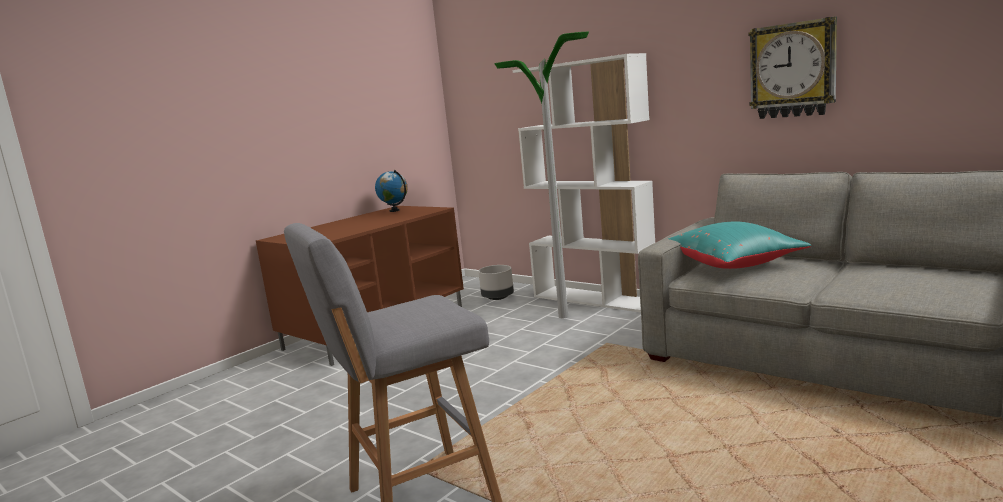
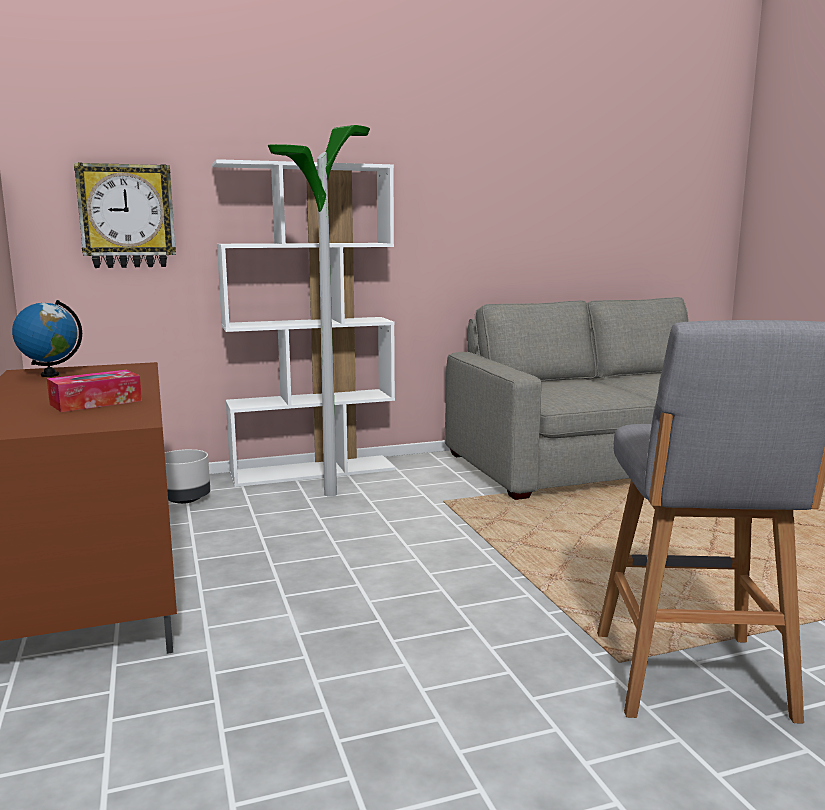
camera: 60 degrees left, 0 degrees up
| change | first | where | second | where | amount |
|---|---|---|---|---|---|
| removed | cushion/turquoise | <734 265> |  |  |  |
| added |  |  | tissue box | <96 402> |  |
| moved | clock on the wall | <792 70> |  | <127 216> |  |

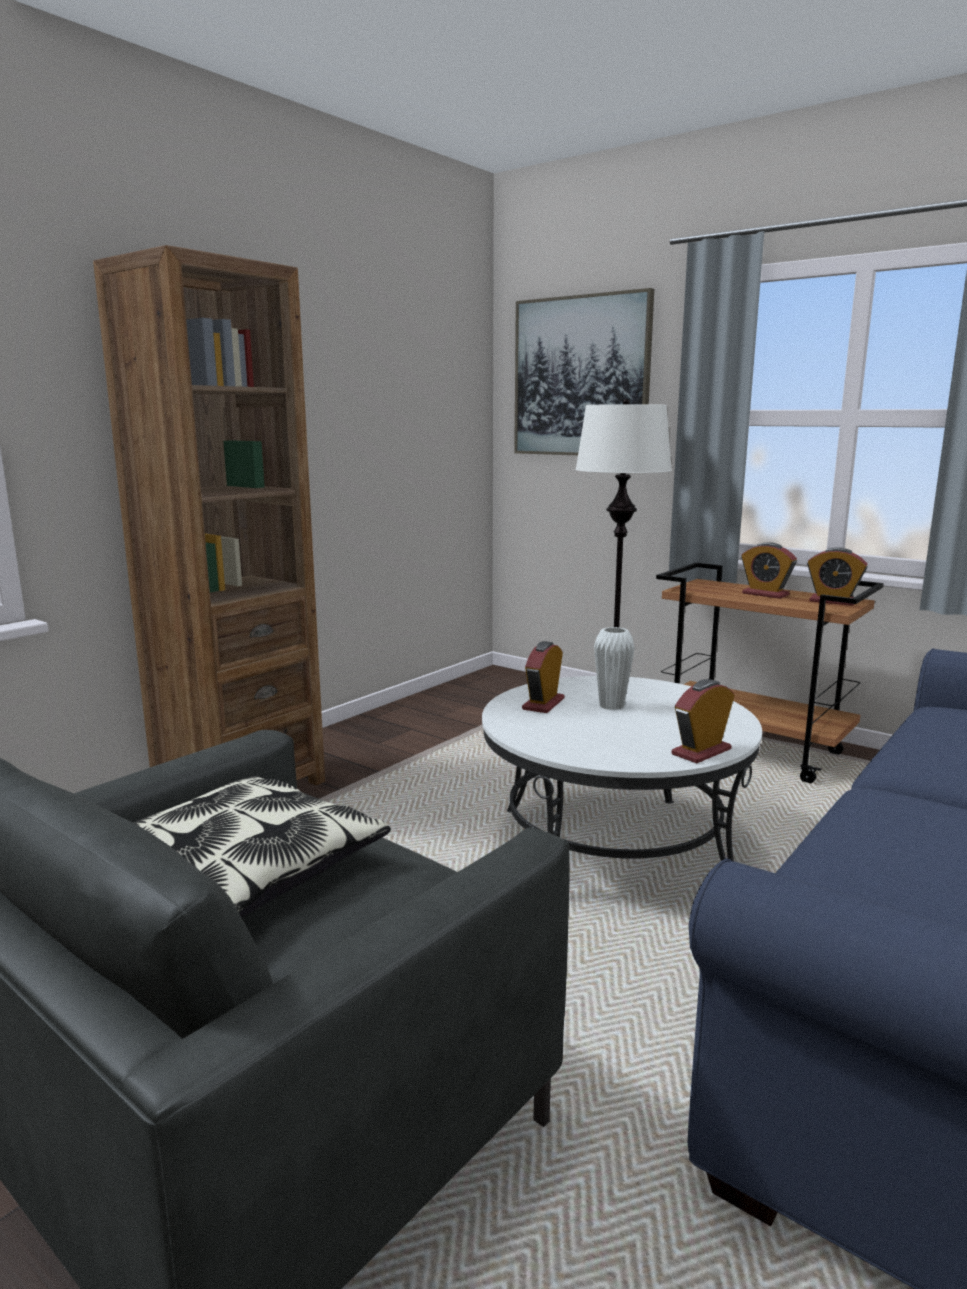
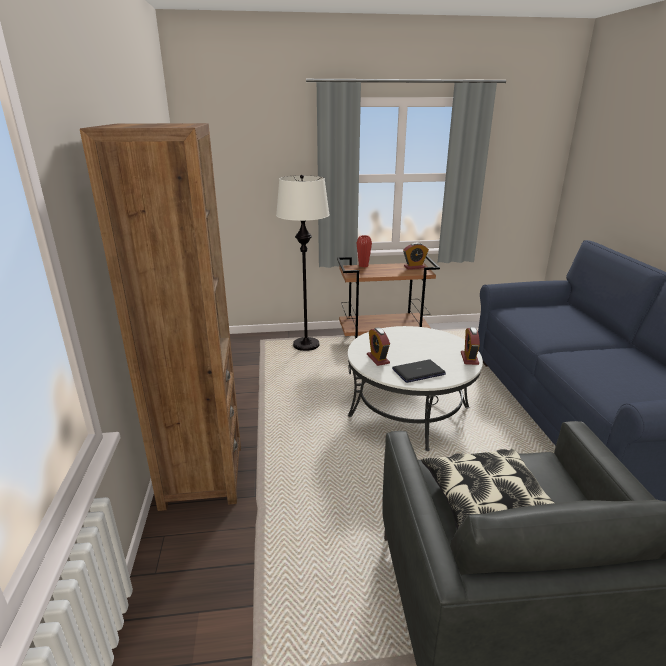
camera: 45 degrees left, 10 degrees up
| change | first | where | second | where | amount |
|---|---|---|---|---|---|
| removed | wall art | <581 377> |  |  |  |
| removed | decorative vase/white-coloured | <611 706> |  |  |  |
| removed | bedside clock | <765 594> |  |  |  |
| added |  |  | decorative vase/red-coloured | <363 266> |  |
| added |  |  | laptop | <418 372> |  |

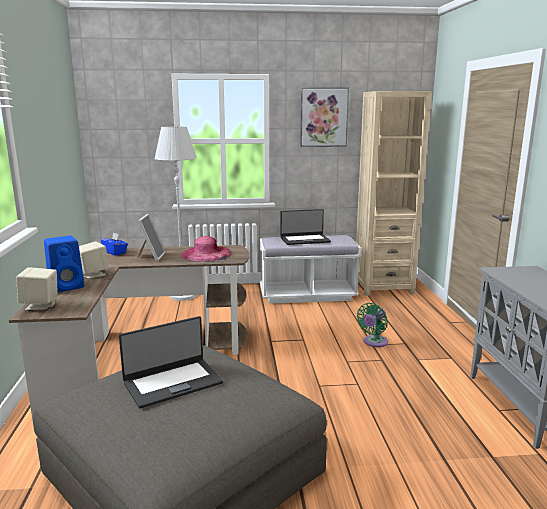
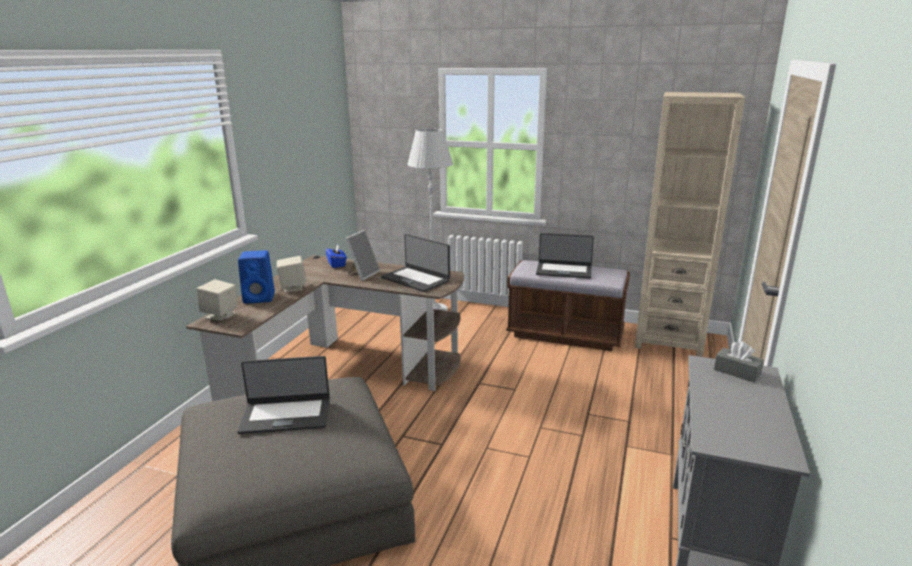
camera: 25 degrees right, 5 degrees up
| change | first | where | second | where | amount |
|---|---|---|---|---|---|
| removed | wall art | <324 117> |  |  |  |
| removed | fan/green-coloured | <374 342> |  |  |  |
| added |  |  | tissue box/greyish | <737 372> |  |
| replaced | wearable hat/pinkish | <206 254> | laptop | <416 279> |  |
| recoloured | bench/white-coloured | <307 295> | bench/brown-coloured | <565 334> |  |

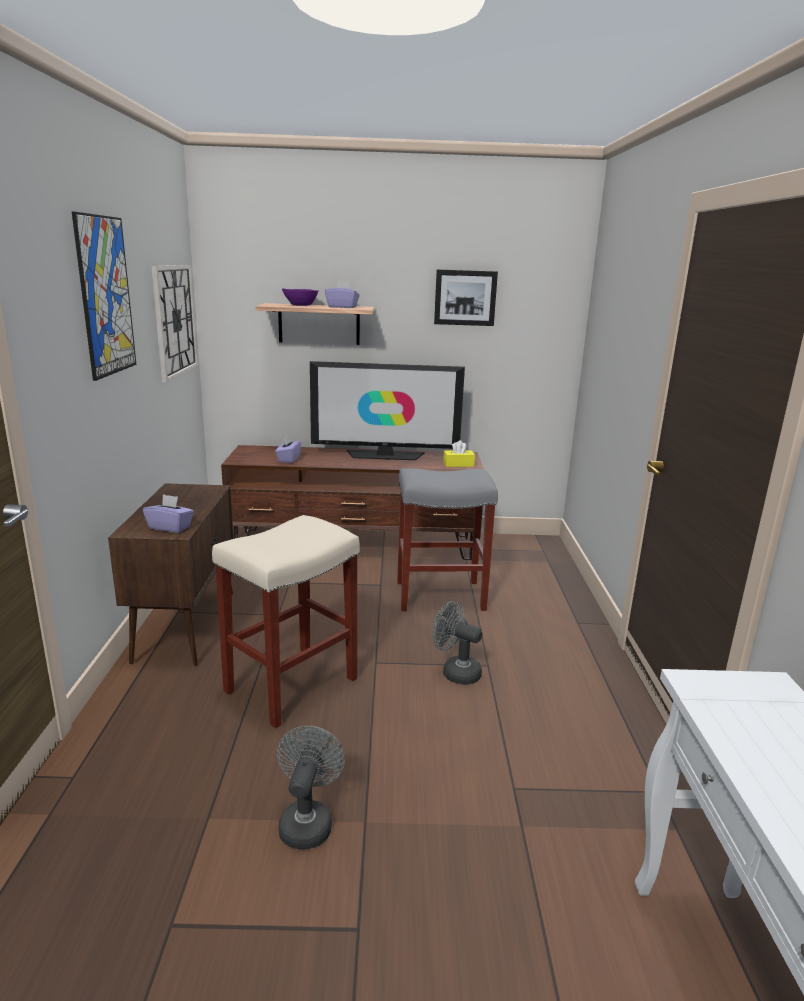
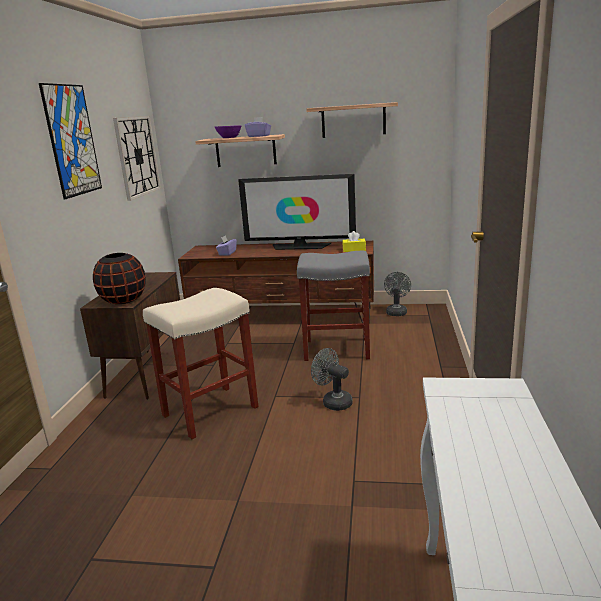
camera: 10 degrees right, 0 degrees up
| change | first | where | second | where | amount |
|---|---|---|---|---|---|
| moved | fan/greyish | <307 821> |  | <396 311> |  |
| replaced | tissue box/purple-coloured | <170 527> | decorative vase/black | <123 300> |  |
| replaced | wall art | <465 297> | bracket shelf | <353 120> |  |

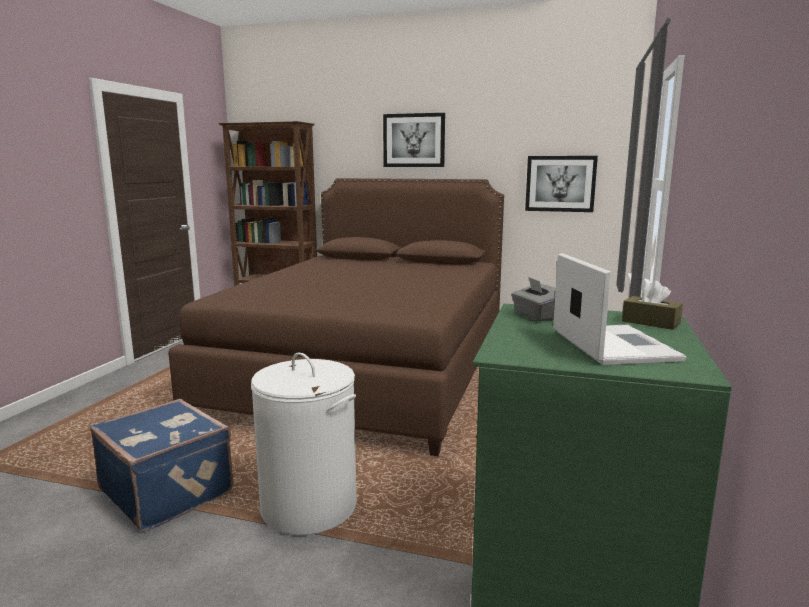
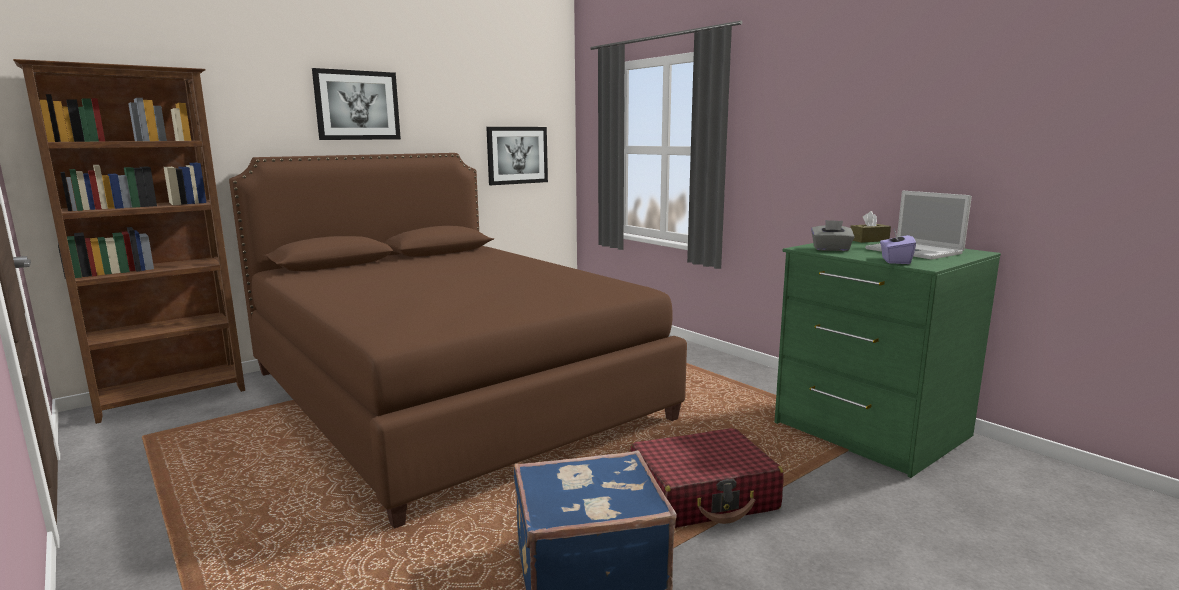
camera: 55 degrees left, 0 degrees up
| change | first | where | second | where | amount |
|---|---|---|---|---|---|
| added |  |  | tissue box/purple-coloured | <895 261> |  |
| replaced | washing basket/white-coloured | <309 506> | piece of luggage/red-coloured | <703 495> |  |
| turned | laptop | <611 345> |  | <915 251> | 150 degrees counterclockwise |

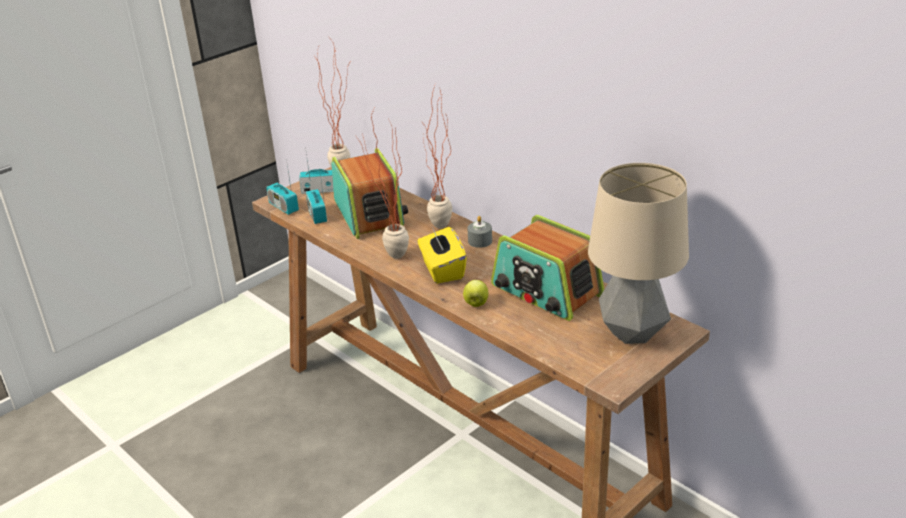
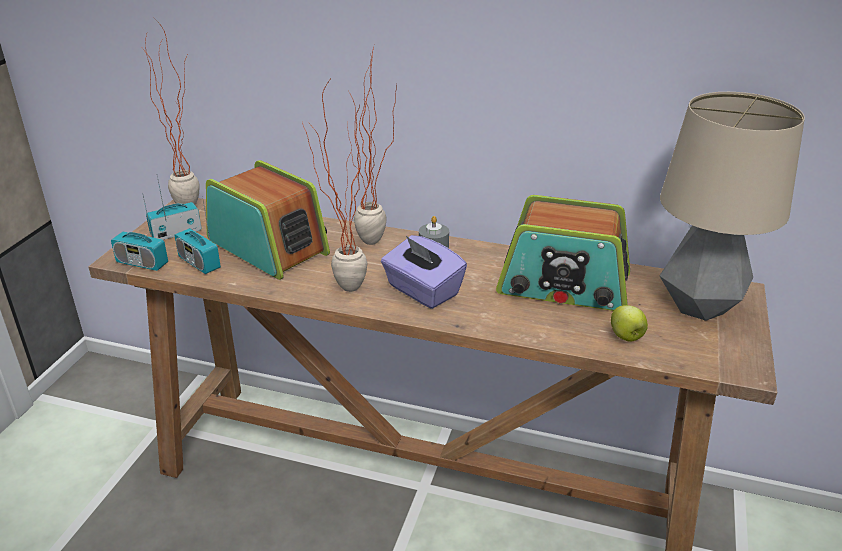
camera: 30 degrees left, 0 degrees up
| change | first | where | second | where | amount |
|---|---|---|---|---|---|
| moved | apple fruit | <476 304> |  | <626 337> |  |
| recoloured | tissue box/yellow-coloured | <442 270> | tissue box/purple-coloured | <422 291> |  |

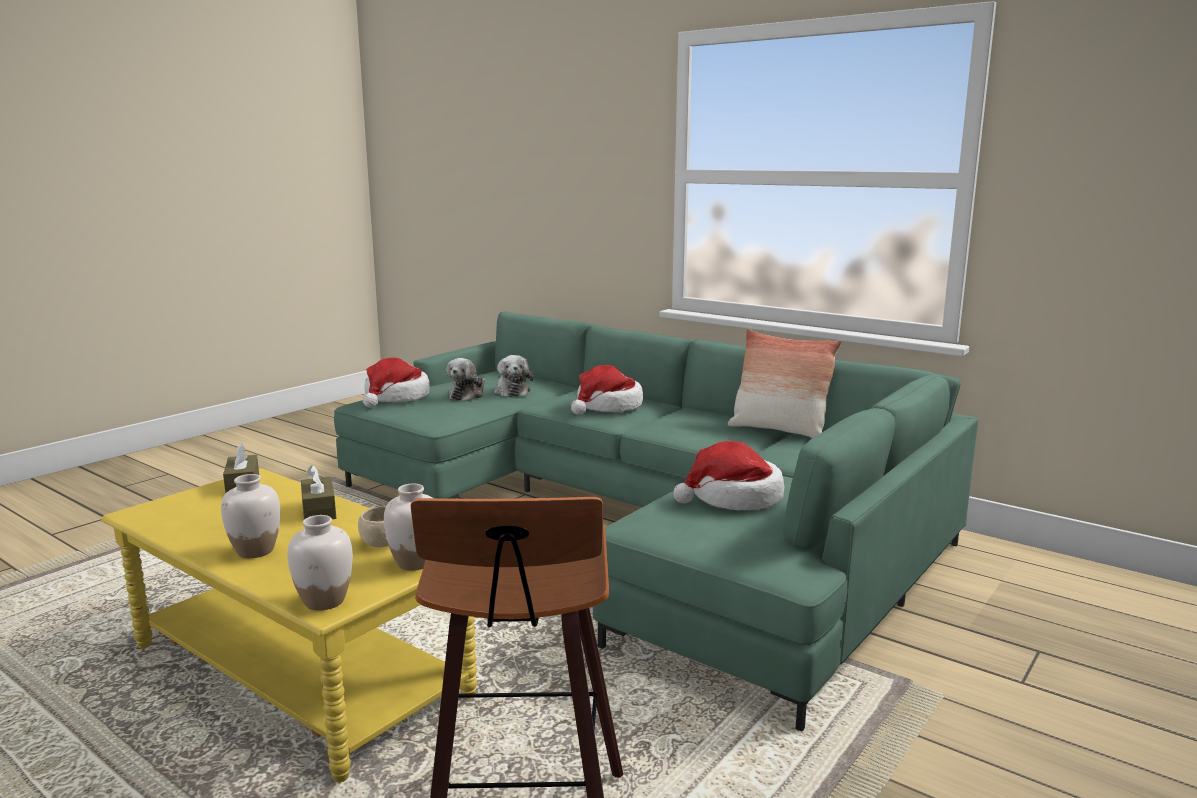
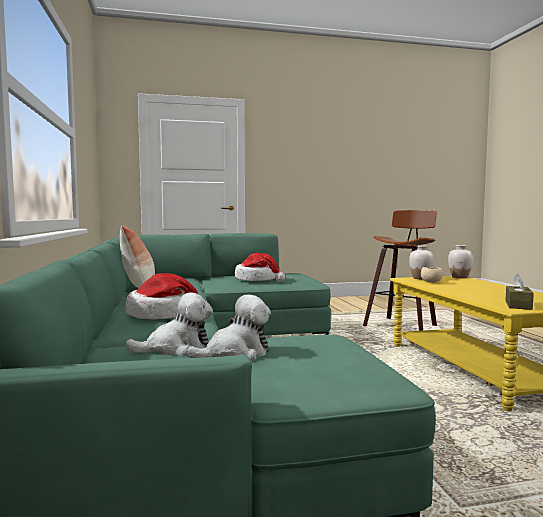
camera: 140 degrees left, 10 degrees down
| change | first | where | second | where | amount |
|---|---|---|---|---|---|
| removed | decorative vase/white-coloured | <255 551> |  |  |  |
| removed | tissue box/brown-coloured | <319 510> |  |  |  |
| removed | wearable hat | <396 398> |  |  |  |
| turned | plush toy | <512 391> |  | <176 349> | 45 degrees clockwise |

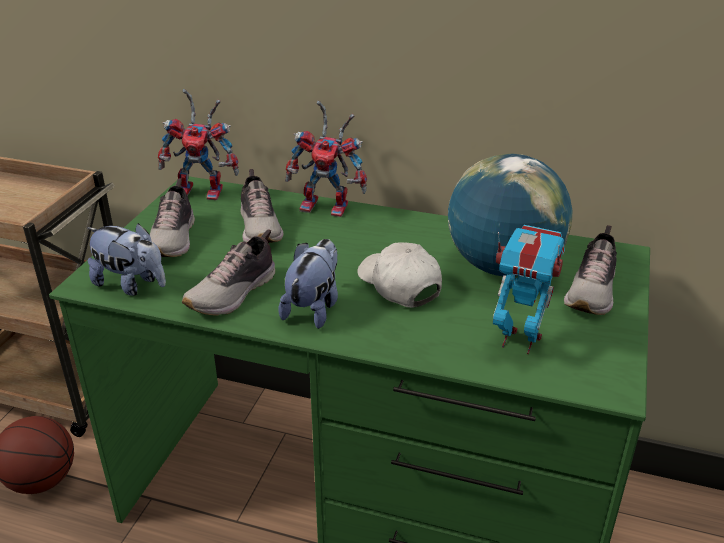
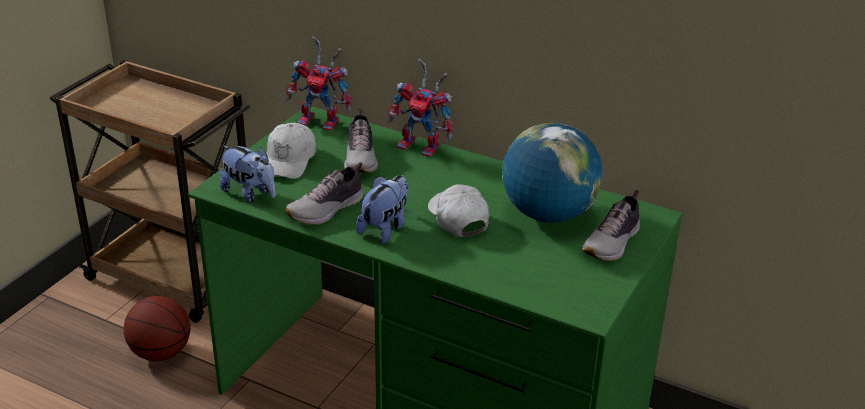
camera: 10 degrees right, 0 degrees up
| change | first | where | second | where | amount |
|---|---|---|---|---|---|
| removed | model robot | <519 340> |  |  |  |
| replaced | item of footwear | <173 239> | cap/white-coloured | <289 160> |  |

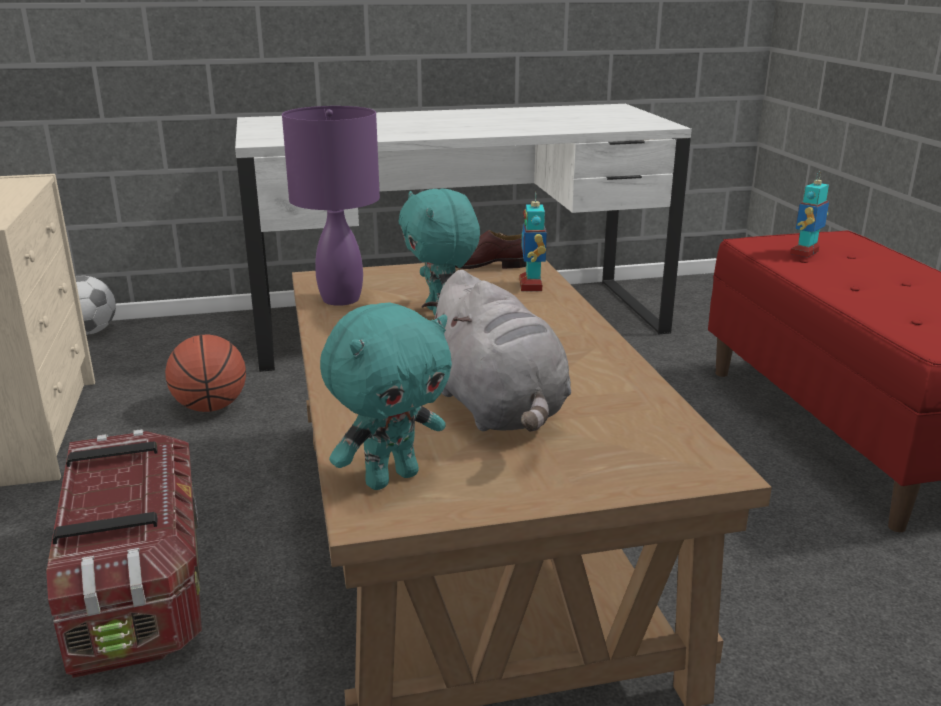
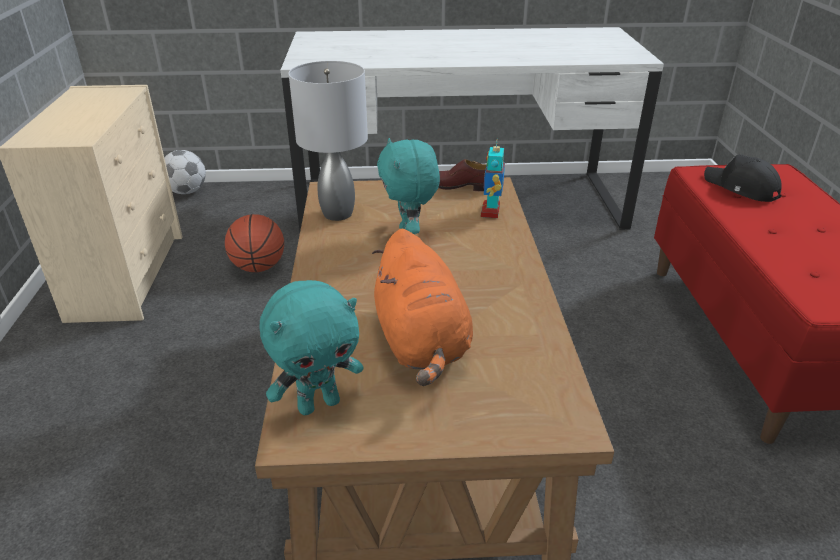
camera: 10 degrees right, 10 degrees up
| change | first | where | second | where | amount |
|---|---|---|---|---|---|
| removed | storage container | <139 587> |  |  |  |
| replaced | model robot | <805 253> | cap/black | <741 188> |  |
| recoloured | lamp for a table/purple-coloured | <341 298> | lamp for a table/greyish | <338 213> |  |
| recoloured | plush toy/greyish | <498 409> | plush toy/orange | <421 343> |  |

